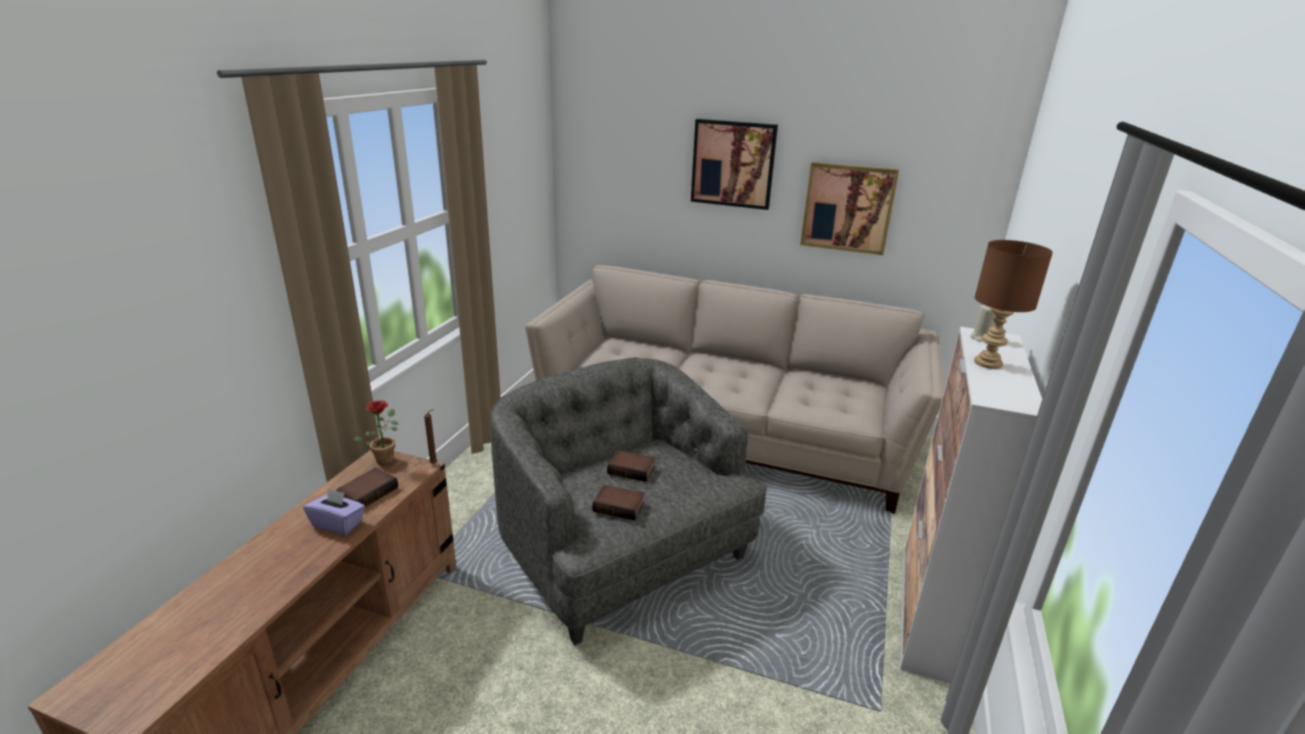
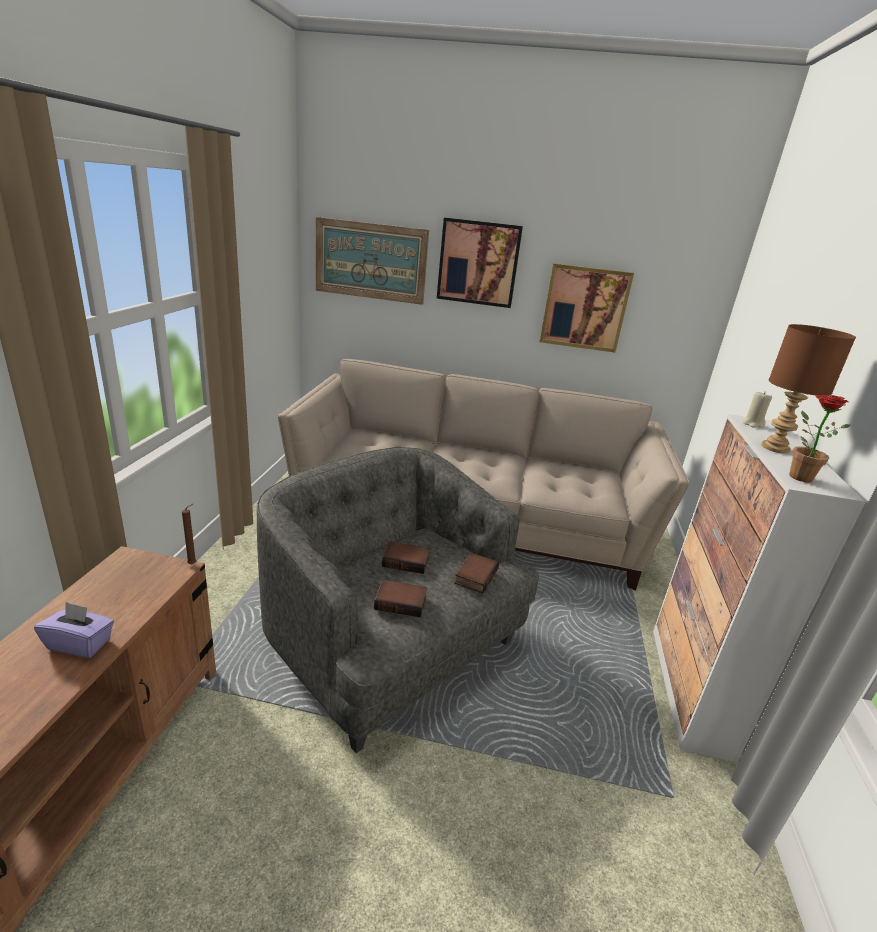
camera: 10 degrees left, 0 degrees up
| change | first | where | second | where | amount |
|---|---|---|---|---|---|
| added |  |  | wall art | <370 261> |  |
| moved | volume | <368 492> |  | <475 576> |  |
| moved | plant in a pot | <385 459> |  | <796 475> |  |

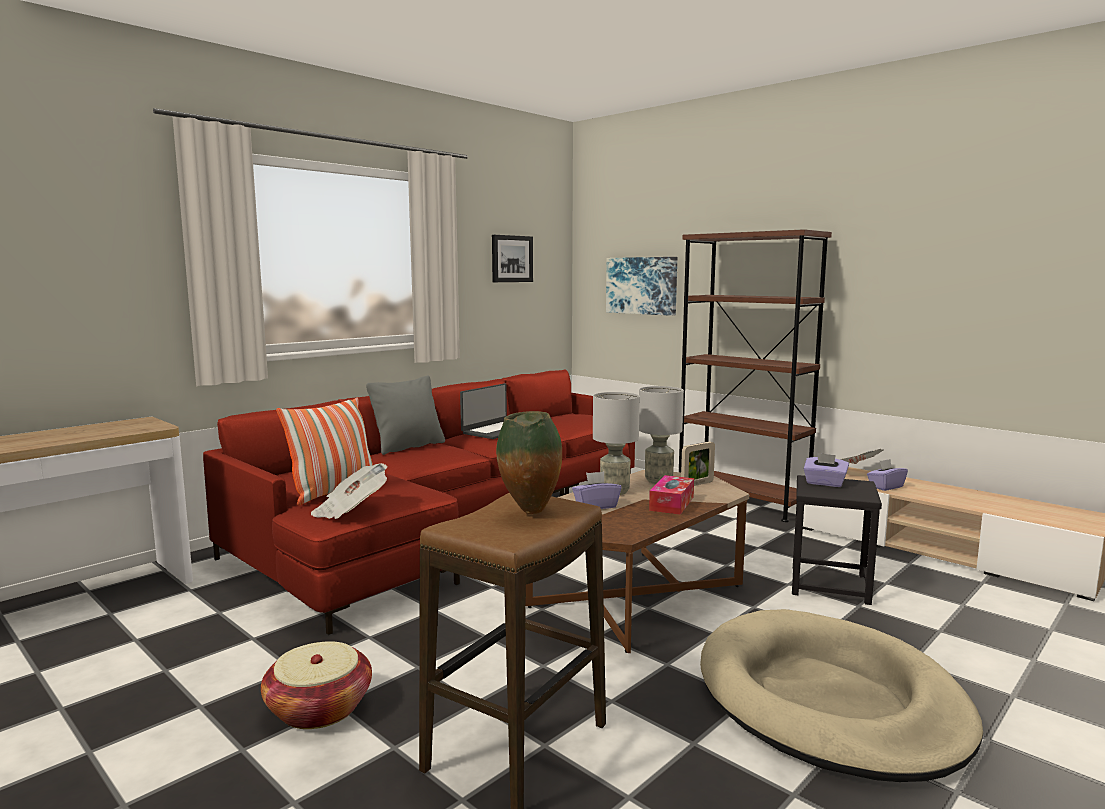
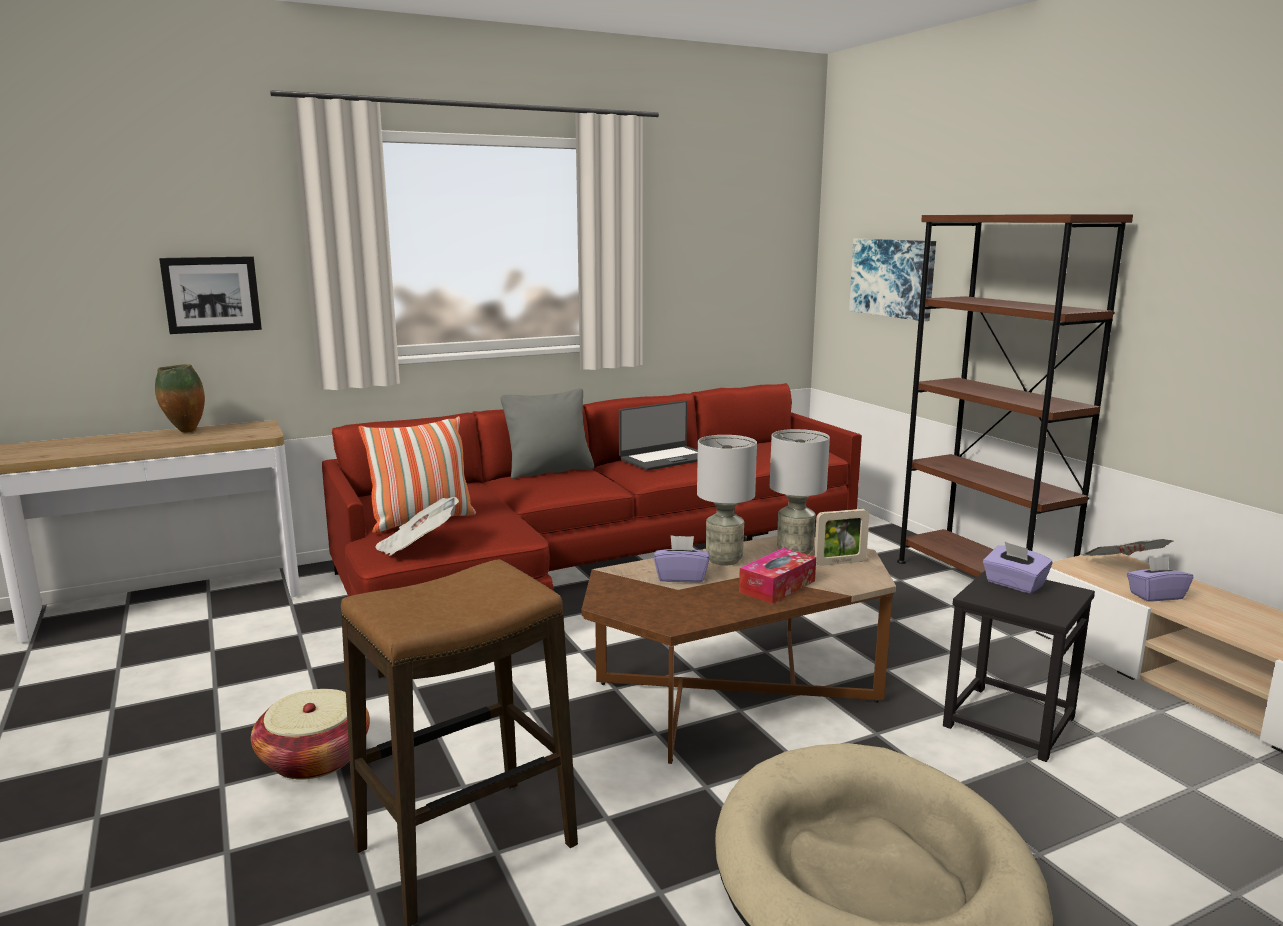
camera: 20 degrees right, 5 degrees up
| change | first | where | second | where | amount |
|---|---|---|---|---|---|
| moved | wall art | <511 259> |  | <211 294> |  |
| moved | decorative vase | <530 513> |  | <185 432> |  |

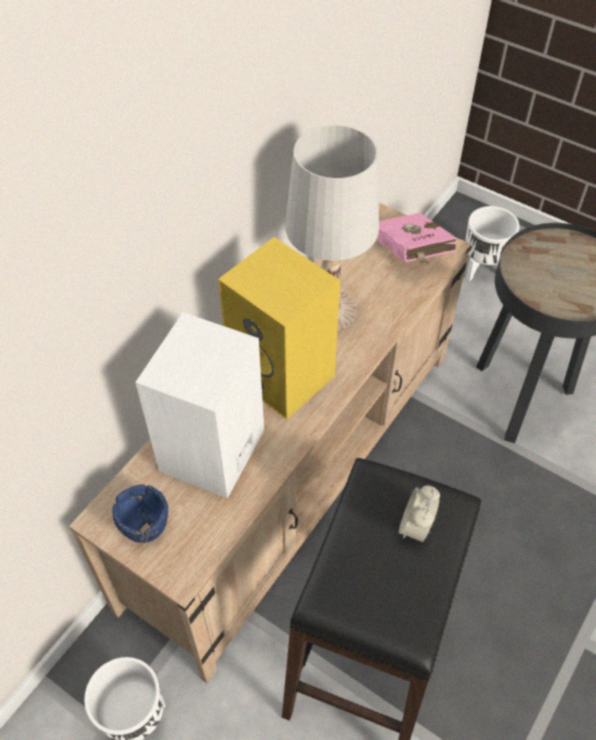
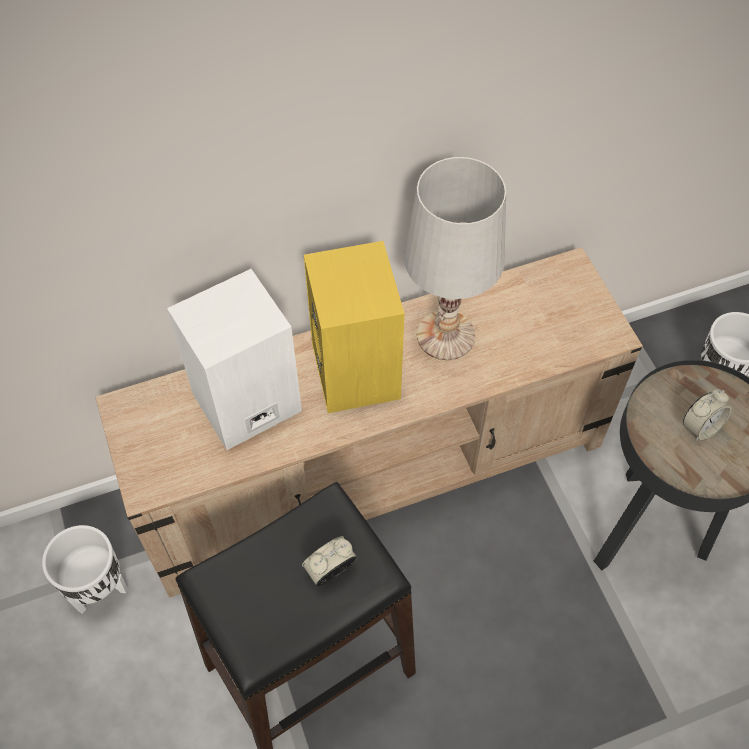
camera: 35 degrees right, 5 degrees up
| change | first | where | second | where | amount |
|---|---|---|---|---|---|
| removed | deep dish/bluish | <145 525> |  |  |  |
| removed | volume/pinkish | <411 255> |  |  |  |
| added |  |  | bedside clock | <700 427> |  |

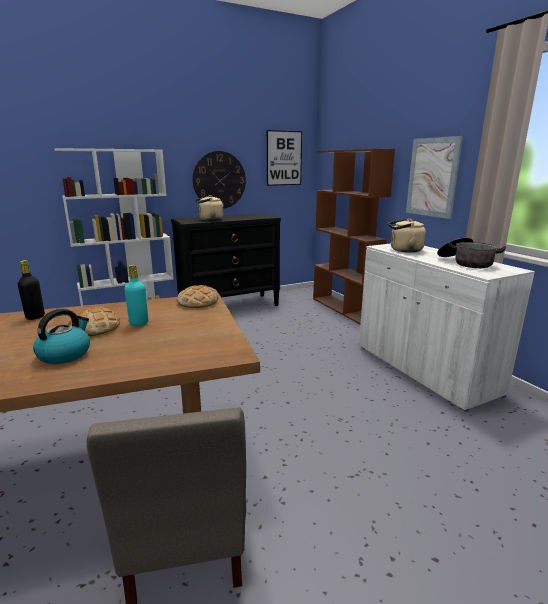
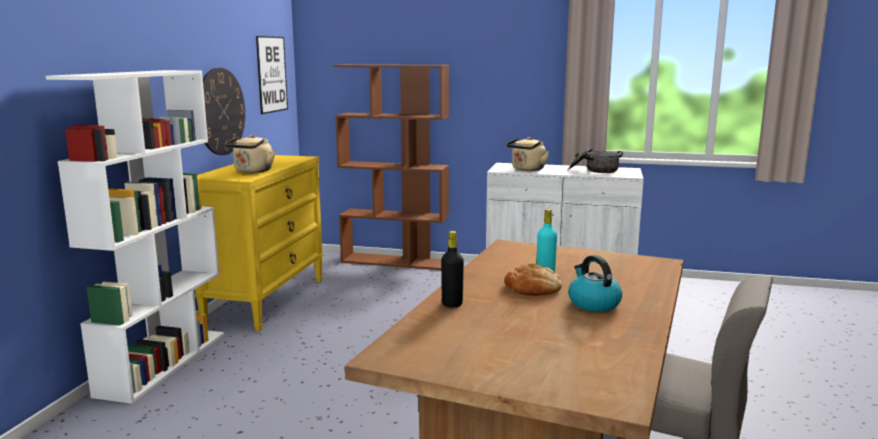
camera: 50 degrees left, 5 degrees down
| change | first | where | second | where | amount |
|---|---|---|---|---|---|
| removed | bakery bread | <198 302> |  |  |  |
| removed | wall art | <432 177> |  |  |  |
| recoloured | chest of drawers/black | <230 306> | chest of drawers/yellow-coloured | <266 301> |  |

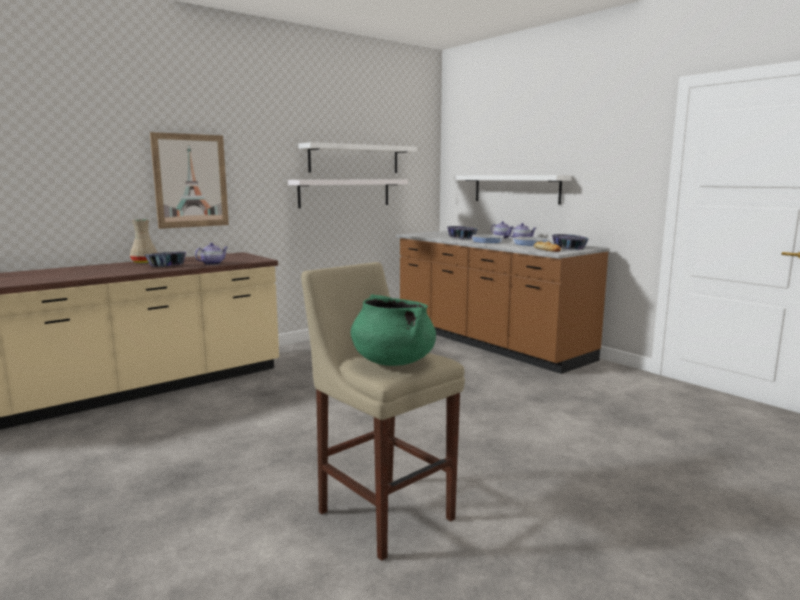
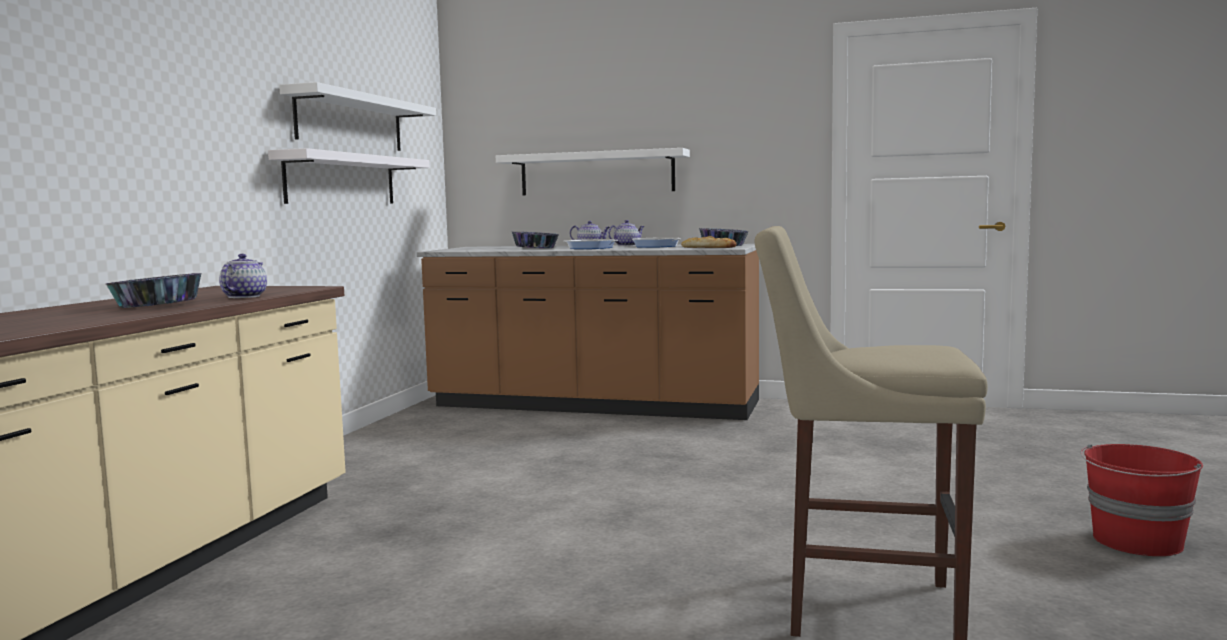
camera: 35 degrees left, 5 degrees down
| change | first | where | second | where | amount |
|---|---|---|---|---|---|
| removed | decorative vase/beige-coloured | <145 262> |  |  |  |
| removed | wall art | <191 181> |  |  |  |
| removed | stockpot/green-coloured | <392 361> |  |  |  |
| added |  |  | pail/red-coloured | <1137 541> |  |

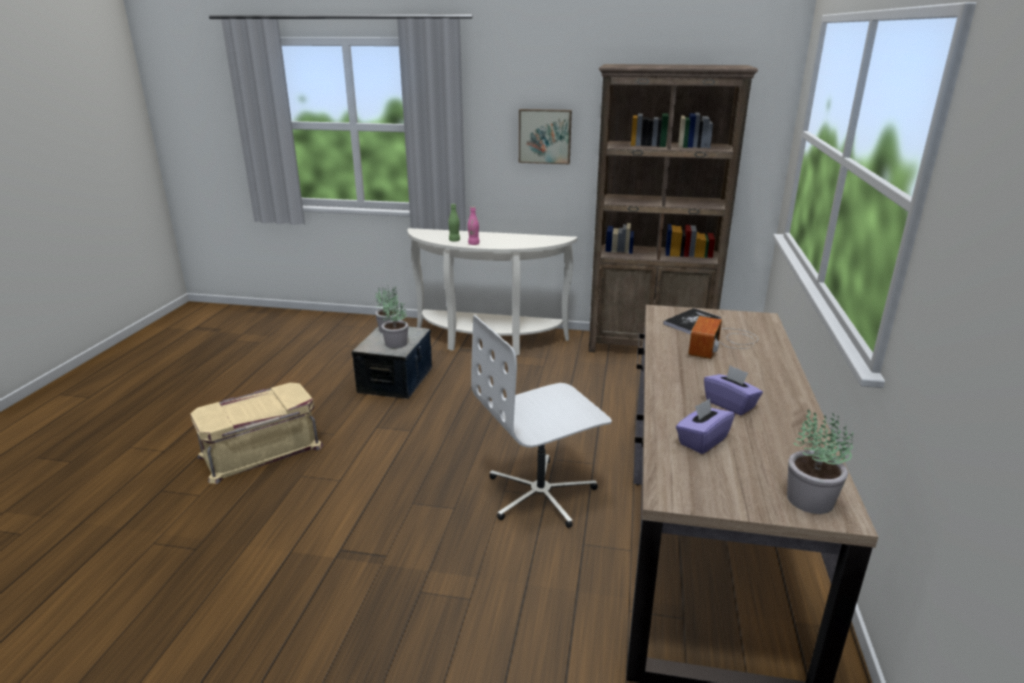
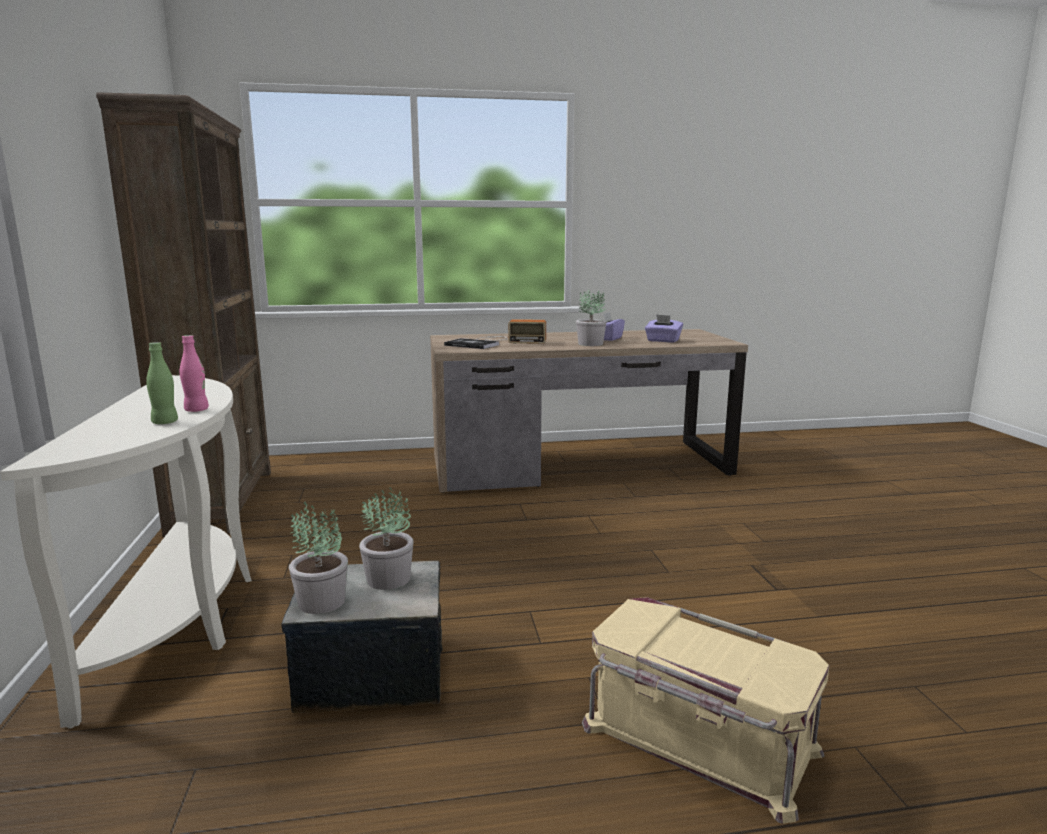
camera: 110 degrees left, 10 degrees down
| change | first | where | second | where | amount |
|---|---|---|---|---|---|
| removed | office chair/white-coloured | <541 494> |  |  |  |
| removed | wall art | <545 136> |  |  |  |
| moved | plant in a pot | <809 499> |  | <591 344> |  |

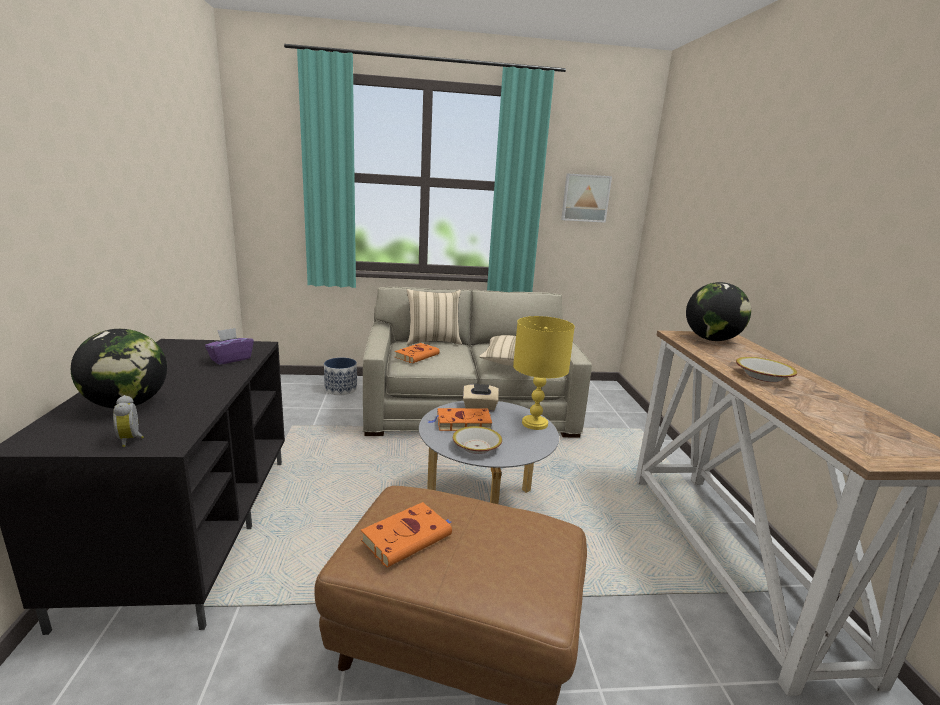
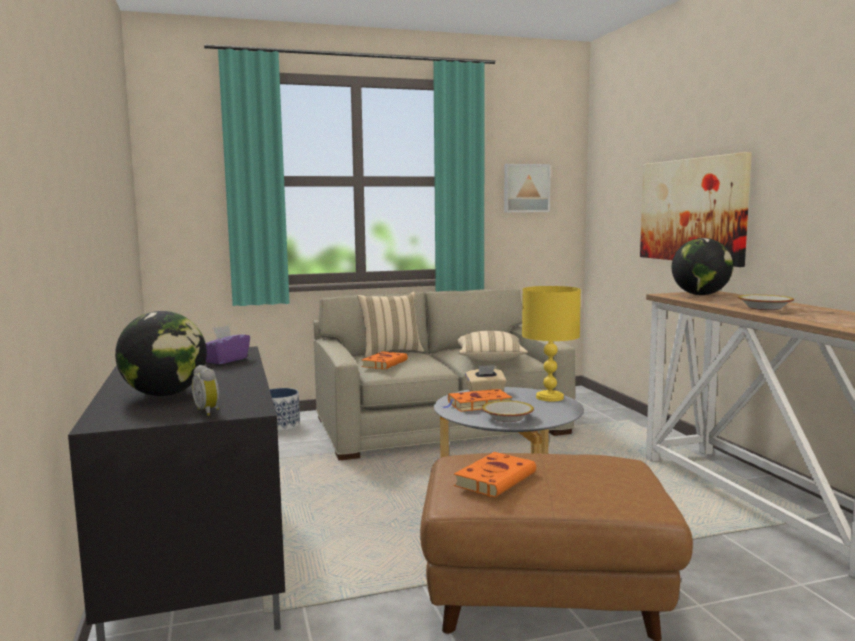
camera: 10 degrees left, 10 degrees down
| change | first | where | second | where | amount |
|---|---|---|---|---|---|
| added |  |  | wall art | <691 210> |  |

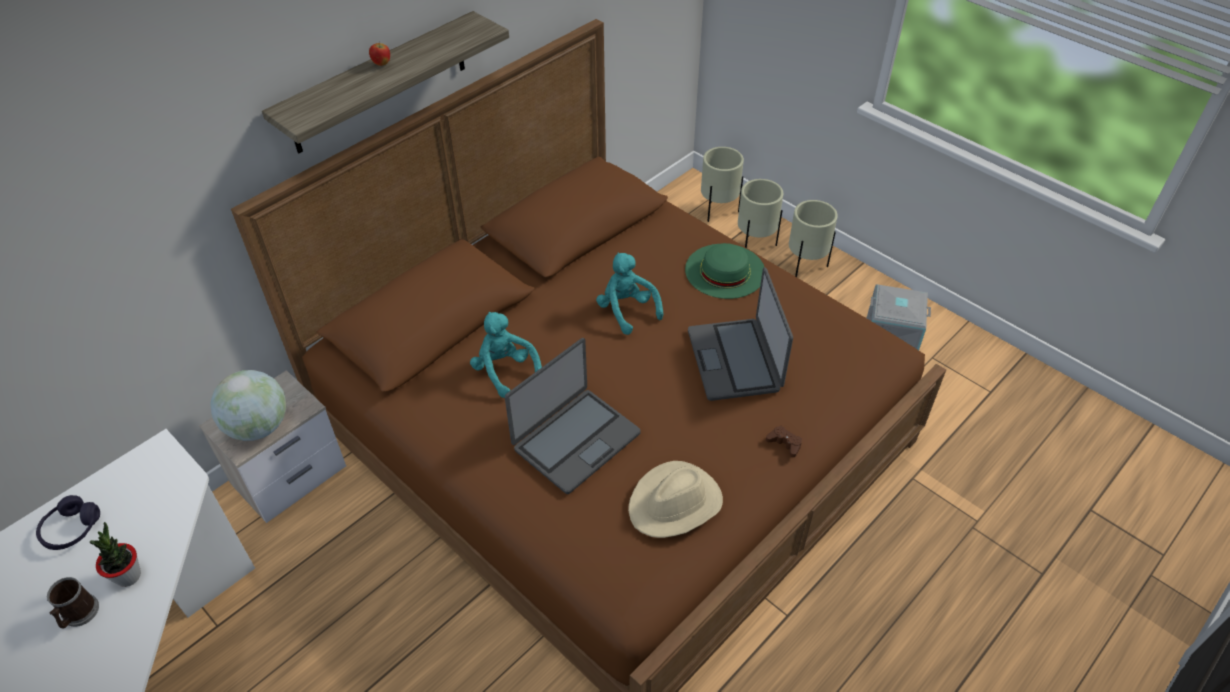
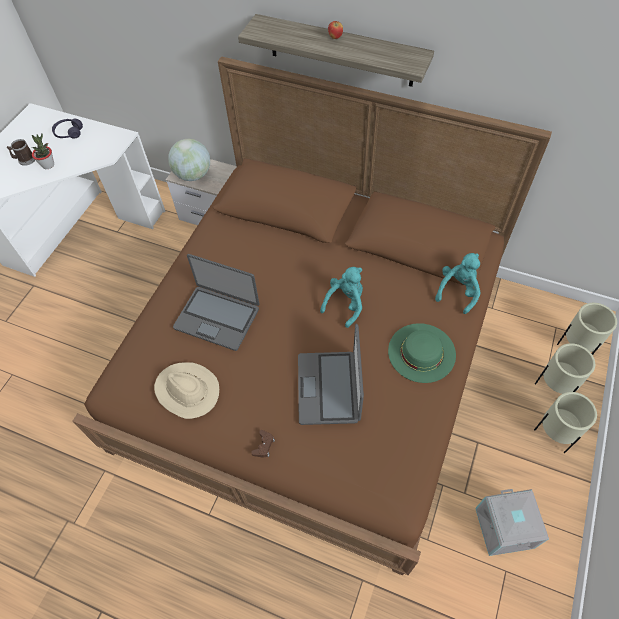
camera: 70 degrees right, 10 degrees up
| change | first | where | second | where | amount |
|---|---|---|---|---|---|
| moved | plush toy/turquoise | <505 370> |  | <458 291> |  |
| turned | laptop | <735 360> |  | <329 388> | 60 degrees counterclockwise |

